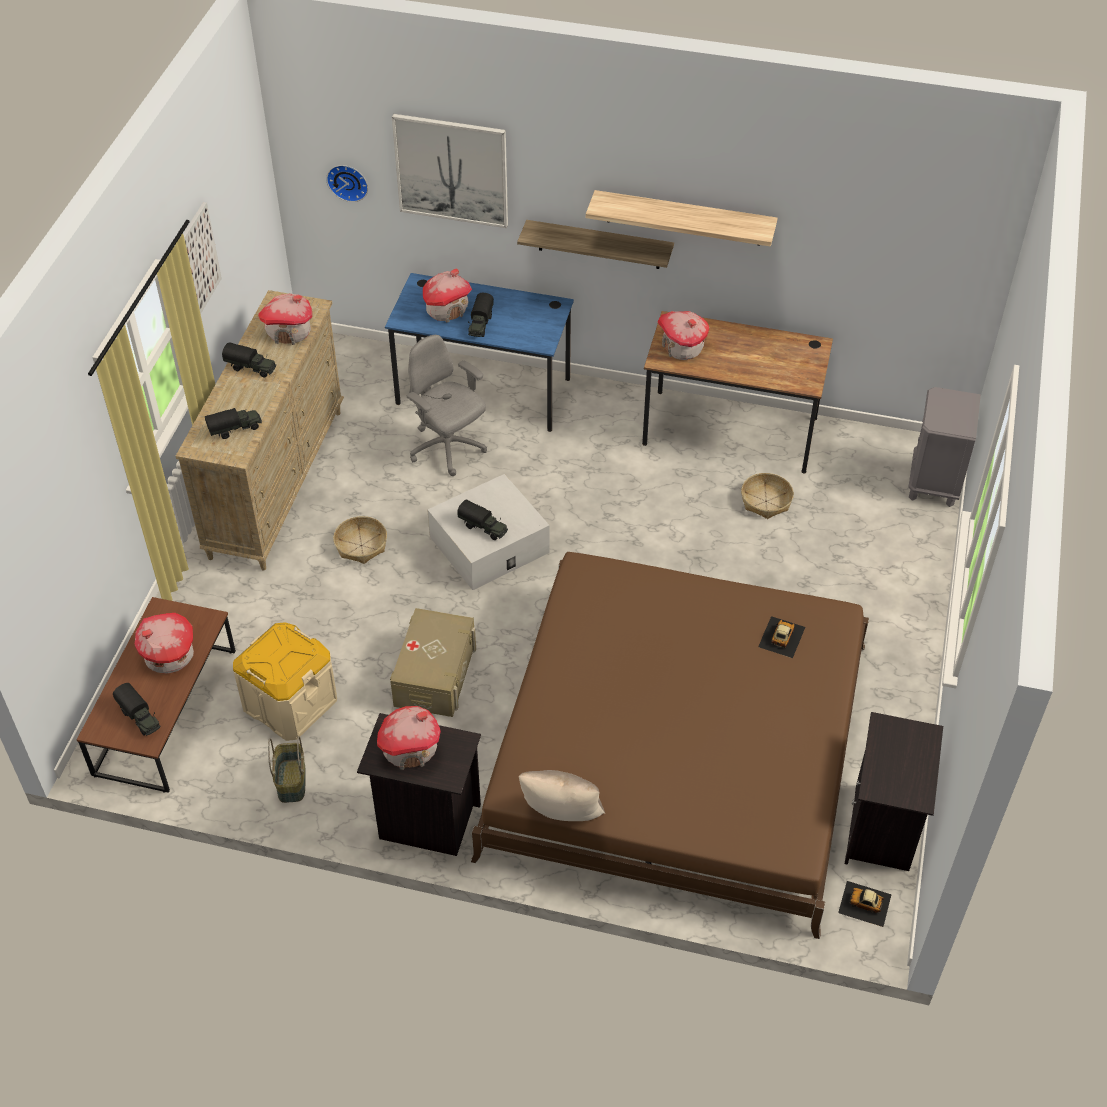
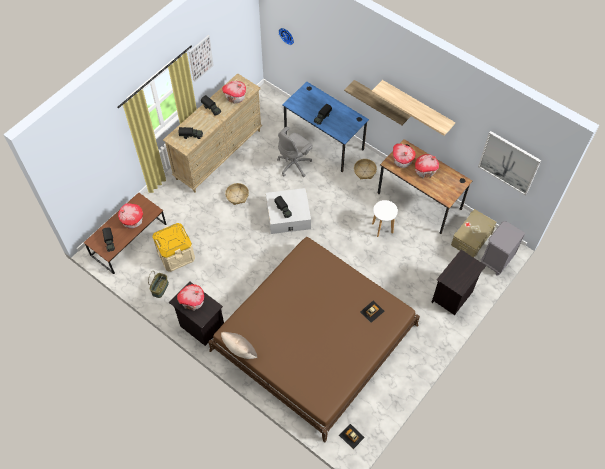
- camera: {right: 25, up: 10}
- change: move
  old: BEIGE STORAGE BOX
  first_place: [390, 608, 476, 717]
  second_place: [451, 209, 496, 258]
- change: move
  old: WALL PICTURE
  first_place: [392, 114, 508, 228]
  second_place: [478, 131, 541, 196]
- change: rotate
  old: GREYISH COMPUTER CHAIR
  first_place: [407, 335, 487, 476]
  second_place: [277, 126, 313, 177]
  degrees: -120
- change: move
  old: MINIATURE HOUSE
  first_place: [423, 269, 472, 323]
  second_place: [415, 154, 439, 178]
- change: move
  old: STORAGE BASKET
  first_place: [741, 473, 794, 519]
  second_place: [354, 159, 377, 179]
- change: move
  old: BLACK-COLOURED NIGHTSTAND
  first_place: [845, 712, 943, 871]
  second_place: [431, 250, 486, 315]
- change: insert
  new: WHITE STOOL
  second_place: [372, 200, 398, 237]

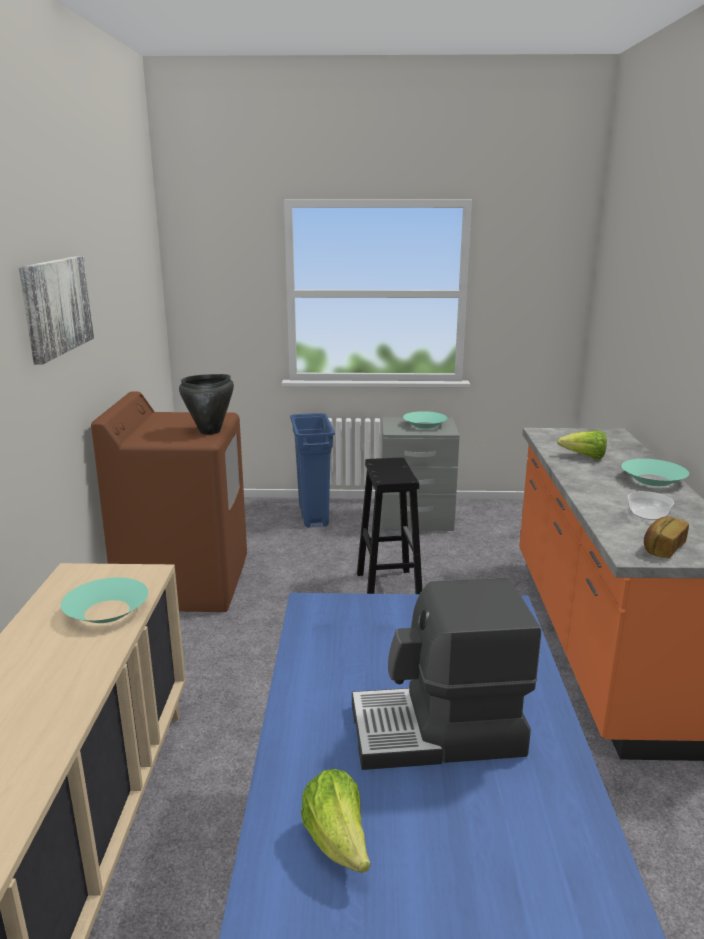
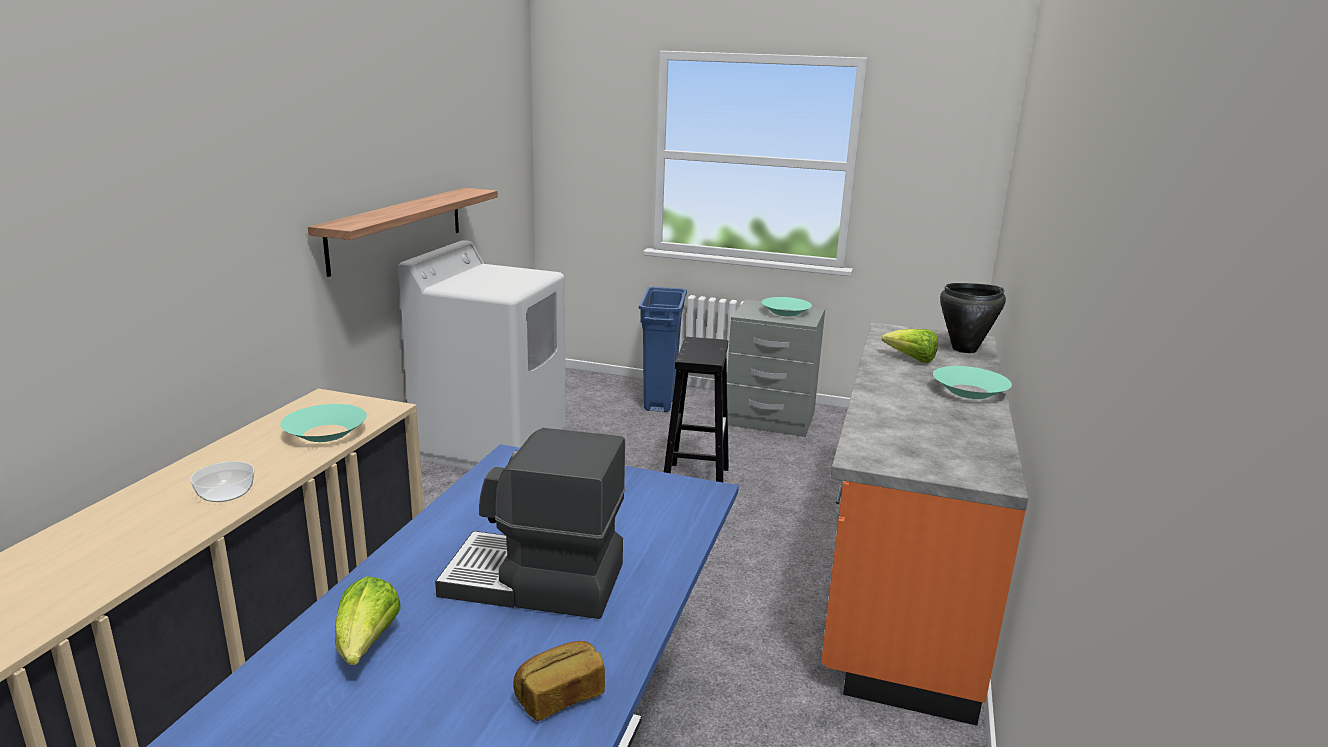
- camera: {right: 15, up: 0}
- change: delete
  old: WALL PICTURE
  first_place: [19, 256, 94, 365]
- change: recolor
  old: BROWN-COLOURED LAUNDRY APPLIANCE
  new: WHITE LAUNDRY APPLIANCE
  first_place: [91, 391, 247, 612]
  second_place: [398, 240, 566, 469]
- change: move
  old: BLACK-COLOURED COOKING POT
  first_place: [179, 374, 234, 435]
  second_place: [940, 283, 1006, 353]
- change: move
  old: BOWL
  first_place: [628, 491, 674, 520]
  second_place: [190, 461, 254, 502]
- change: move
  old: BAKED BREAD
  first_place: [644, 516, 689, 558]
  second_place: [513, 641, 605, 721]
- change: insert
  new: BRACKET SHELF
  second_place: [308, 188, 498, 277]

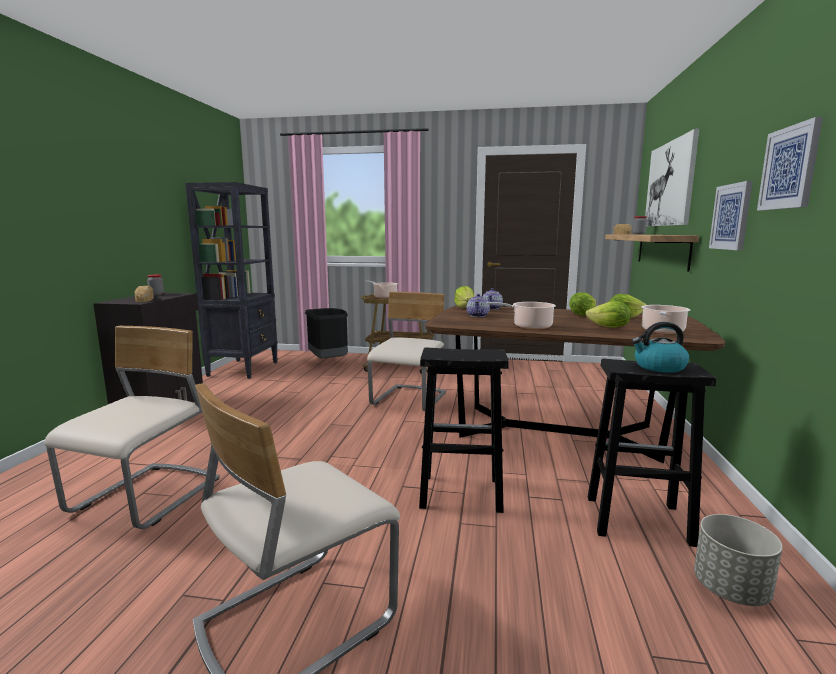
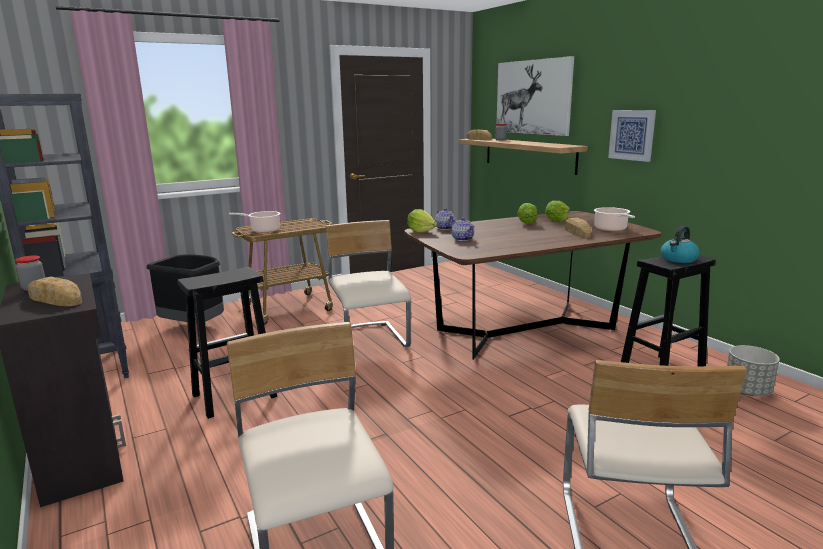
- camera: {right: -40, up: 5}
- change: move
  old: BLACK-COLOURED STOOL
  first_place: [419, 347, 509, 513]
  second_place: [177, 267, 277, 419]
- change: delete
  old: COOKING POT
  first_place: [487, 302, 556, 329]
- change: replace
  old: LETTUCE
  new: BAKED BREAD
  first_place: [585, 301, 631, 328]
  second_place: [565, 218, 591, 238]
- change: delete
  old: WALL PICTURE
  first_place: [757, 117, 823, 211]

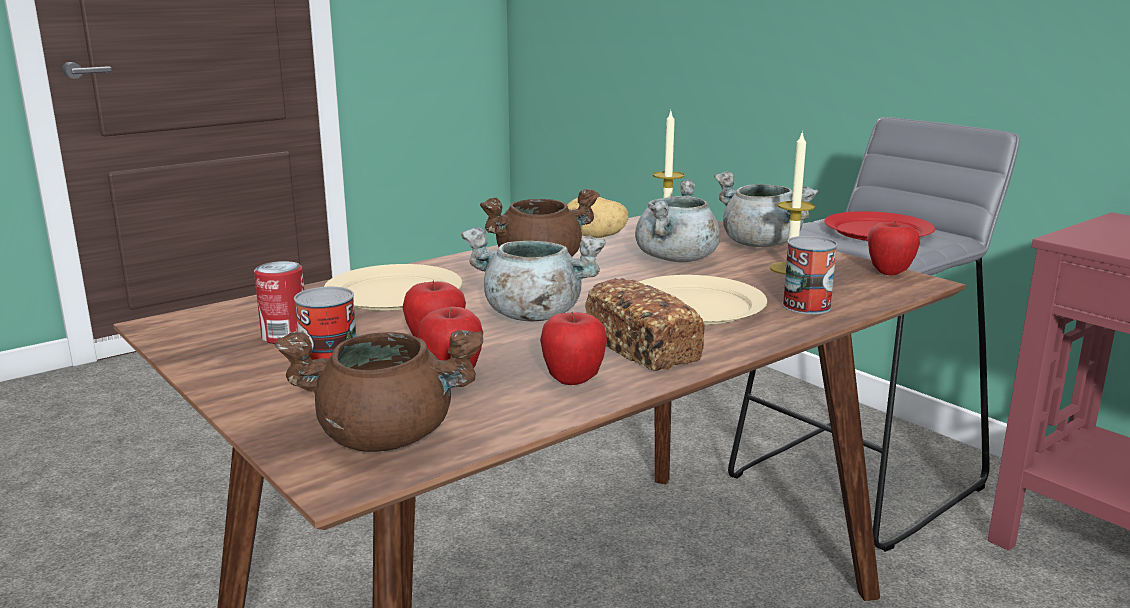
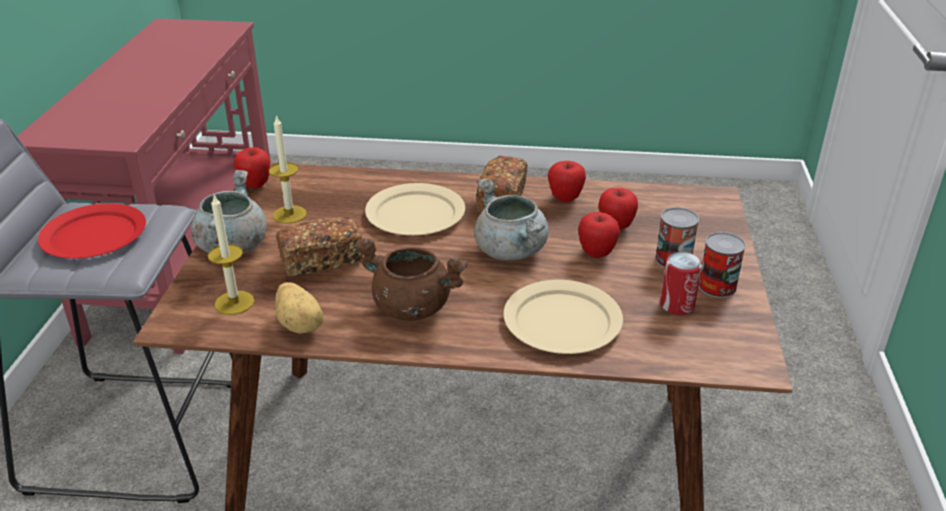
- camera: {right: -135, up: 15}
- change: delete
  old: BROWN-COLOURED COOKING POT
  first_place: [275, 330, 483, 452]
- change: replace
  old: GREYISH COOKING POT
  new: BAKED BREAD
  first_place: [635, 179, 720, 262]
  second_place: [276, 217, 364, 277]
- change: move
  old: SEALED CAN
  first_place: [782, 236, 838, 314]
  second_place: [698, 232, 746, 298]

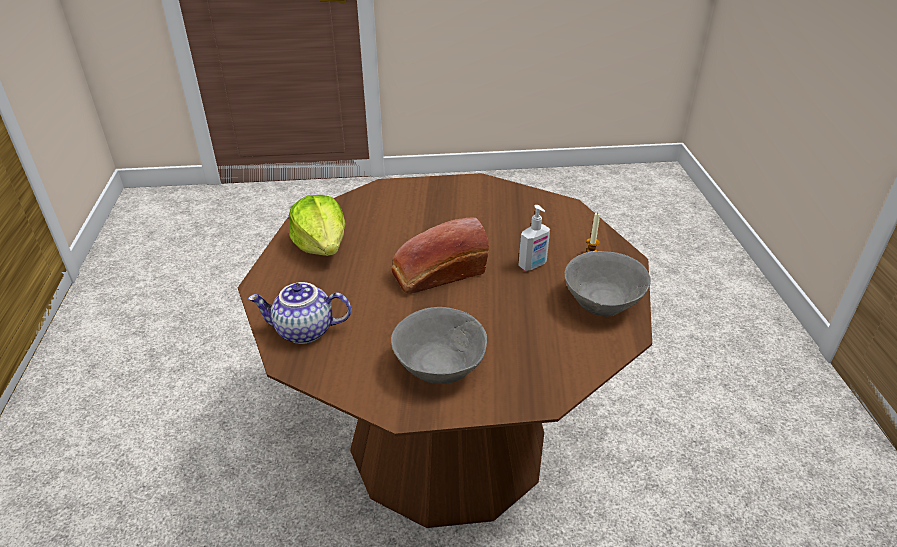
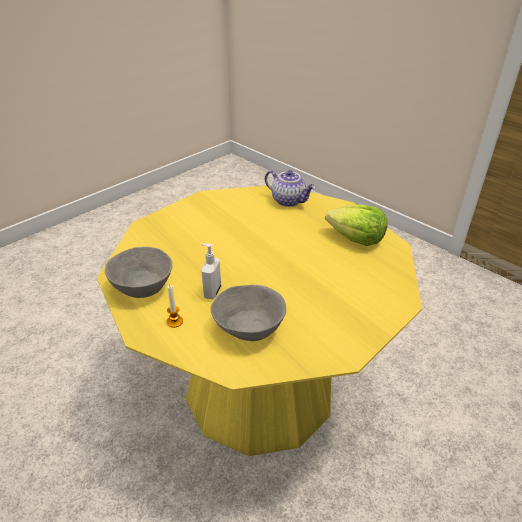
- camera: {right: 140, up: 0}
- change: recolor
  old: BROWN-COLOURED DINNER TABLE
  new: YELLOW DINNER TABLE
  first_place: [238, 173, 652, 528]
  second_place: [97, 185, 422, 456]
- change: rotate
  old: TEA POT
  first_place: [248, 282, 351, 344]
  second_place: [265, 170, 315, 207]
  degrees: 75
- change: delete
  old: BAKED BREAD
  first_place: [391, 218, 489, 294]
- change: move
  old: GREYISH BOWL
  first_place: [391, 307, 487, 384]
  second_place: [211, 285, 286, 341]

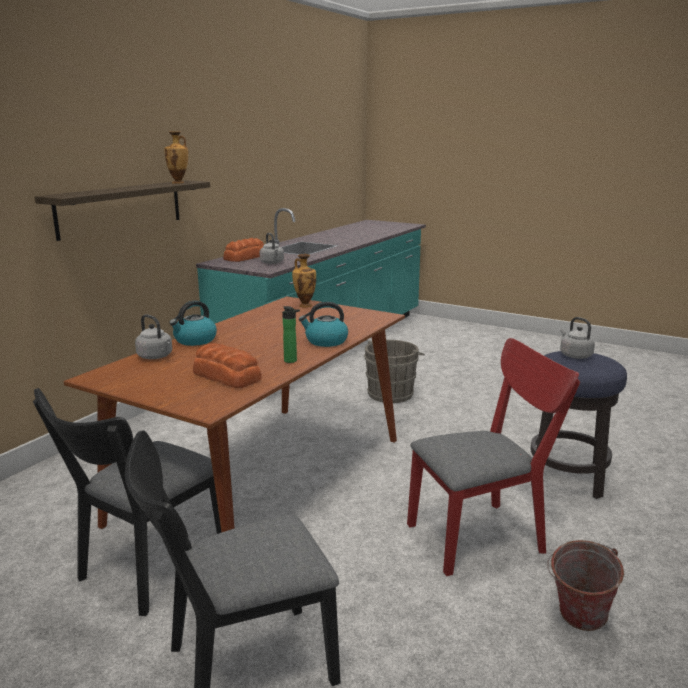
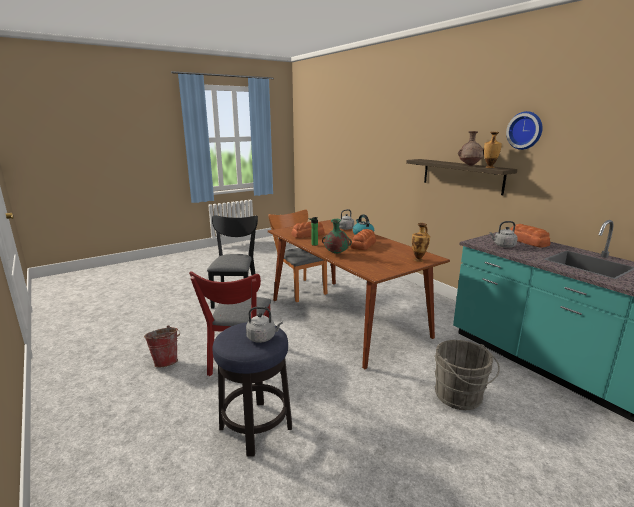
- camera: {right: 115, up: 0}
- change: recolor
  old: BLACK-COLOURED CHAIR
  new: ORANGE CHAIR
  first_place: [33, 388, 222, 616]
  second_place: [268, 210, 327, 302]
- change: replace
  old: KETTLE
  new: GREEN-COLOURED FLOWER VASE
  first_place: [299, 302, 348, 347]
  second_place: [322, 219, 352, 254]
- change: insert
  new: BAKED BREAD
  second_place: [350, 229, 376, 250]
- change: insert
  new: BROWN-COLOURED FLOWER VASE
  second_place: [458, 131, 484, 166]
- change: insert
  new: HANGING CLOCK
  second_place: [506, 111, 543, 150]

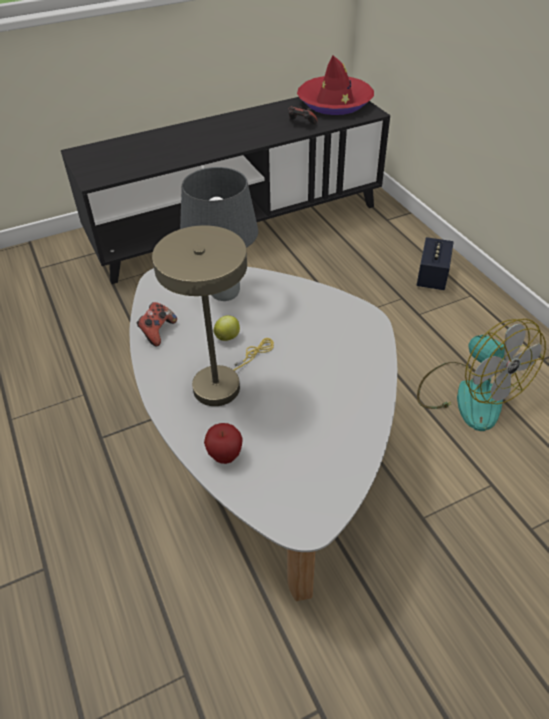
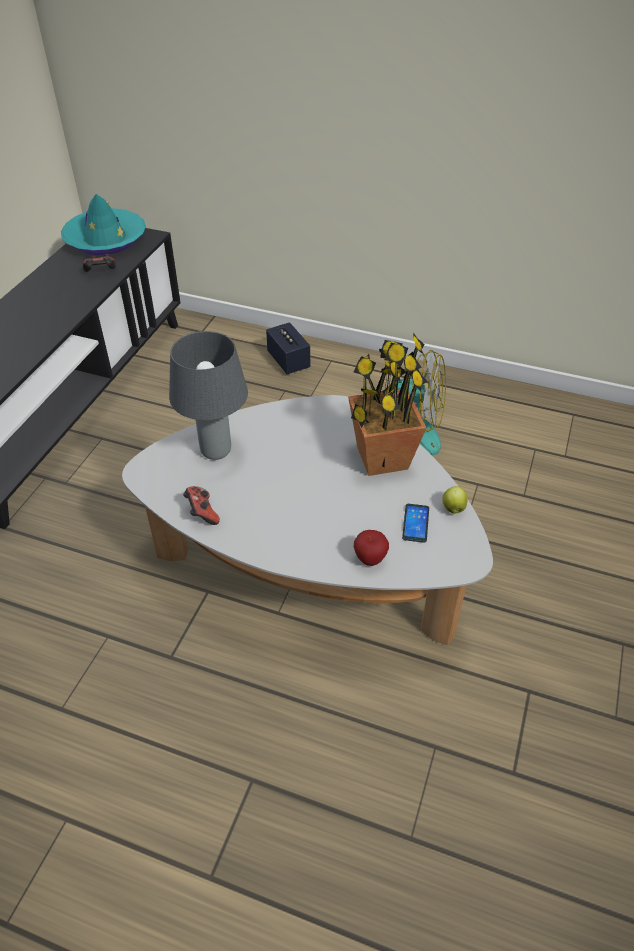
- camera: {right: -45, up: 0}
- change: delete
  old: BEIGE TABLE LAMP
  first_place: [152, 225, 274, 406]
- change: move
  old: APPLE
  first_place: [214, 315, 240, 341]
  second_place: [442, 486, 467, 514]
- change: recolor
  old: REDDISH HAT
  new: TURQUOISE-COLOURED HAT
  first_place: [297, 55, 374, 115]
  second_place: [61, 194, 146, 255]
- change: insert
  new: PLANT IN A POT
  second_place: [348, 332, 427, 476]
- change: insert
  new: HANDSET
  second_place: [402, 504, 429, 543]

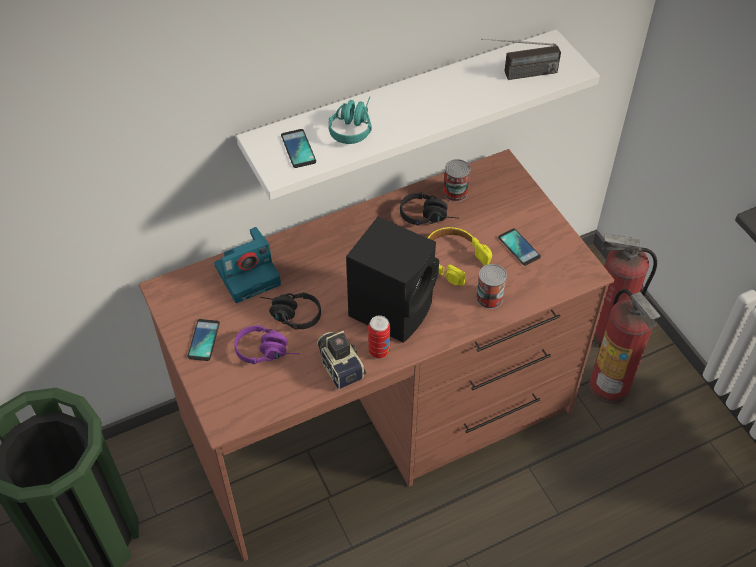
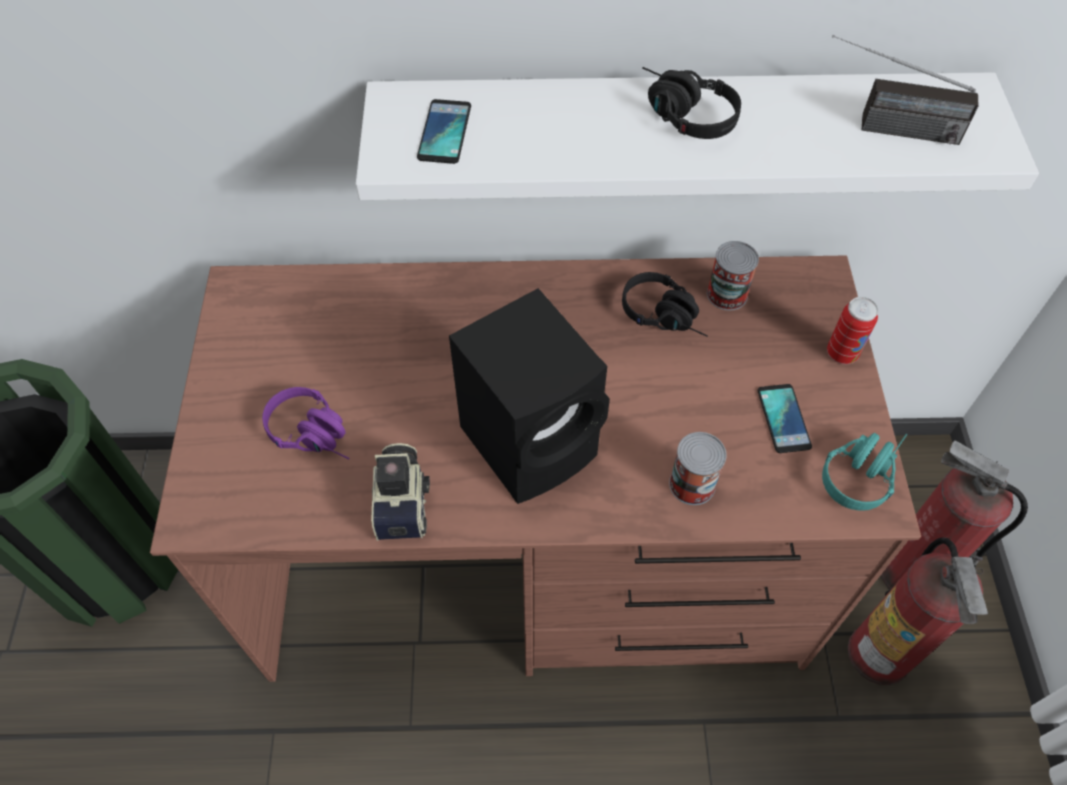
- camera: {right: 25, up: 5}
- change: delete
  old: HANDSET
  first_place: [187, 319, 220, 361]
- change: delete
  old: PHOTO CAMERA
  first_place: [214, 227, 281, 303]
- change: move
  old: BLACK-COLOURED PAIR OF HEADPHONES
  first_place: [260, 292, 321, 330]
  second_place: [642, 67, 741, 139]
- change: move
  old: TURQUOISE-COLOURED PAIR OF HEADPHONES
  first_place: [329, 97, 372, 144]
  second_place: [822, 433, 907, 511]
- change: move
  old: SEALED CAN
  first_place: [368, 315, 390, 359]
  second_place: [827, 297, 878, 364]
- change: delete
  old: YELLOW PAIR OF HEADPHONES
  first_place: [428, 227, 492, 286]

